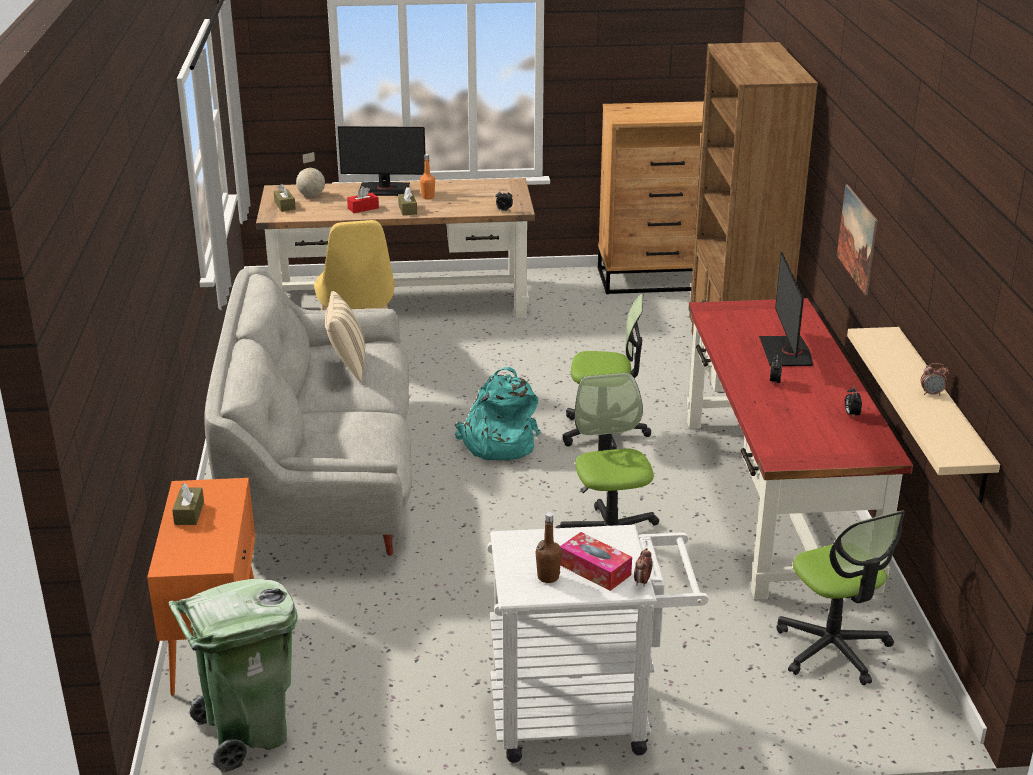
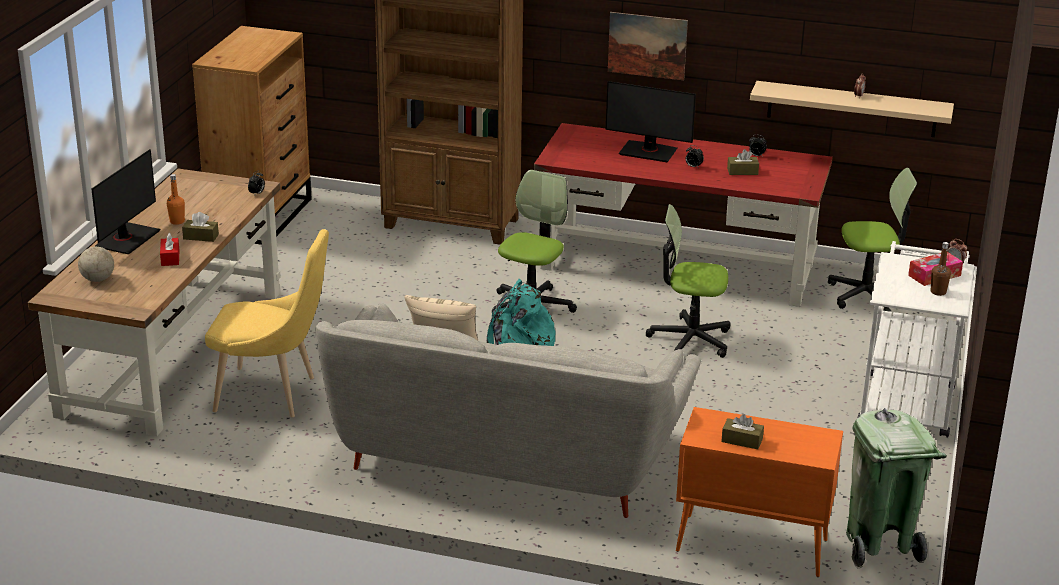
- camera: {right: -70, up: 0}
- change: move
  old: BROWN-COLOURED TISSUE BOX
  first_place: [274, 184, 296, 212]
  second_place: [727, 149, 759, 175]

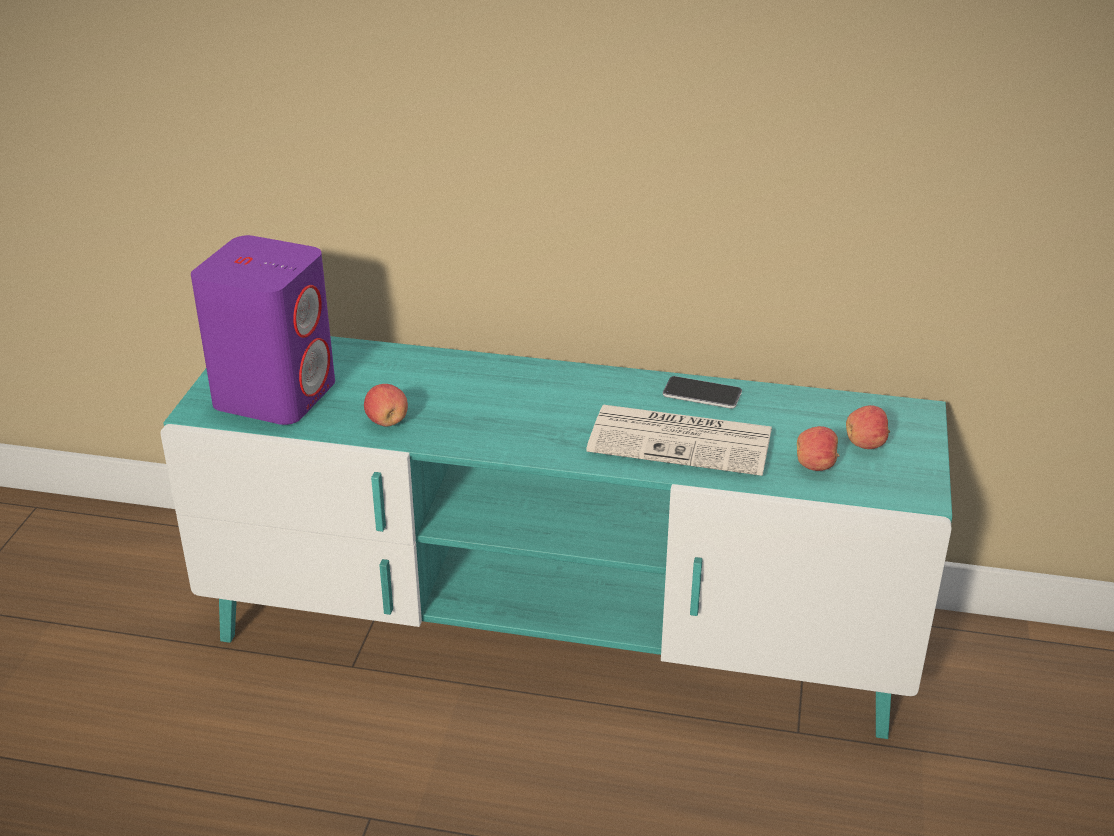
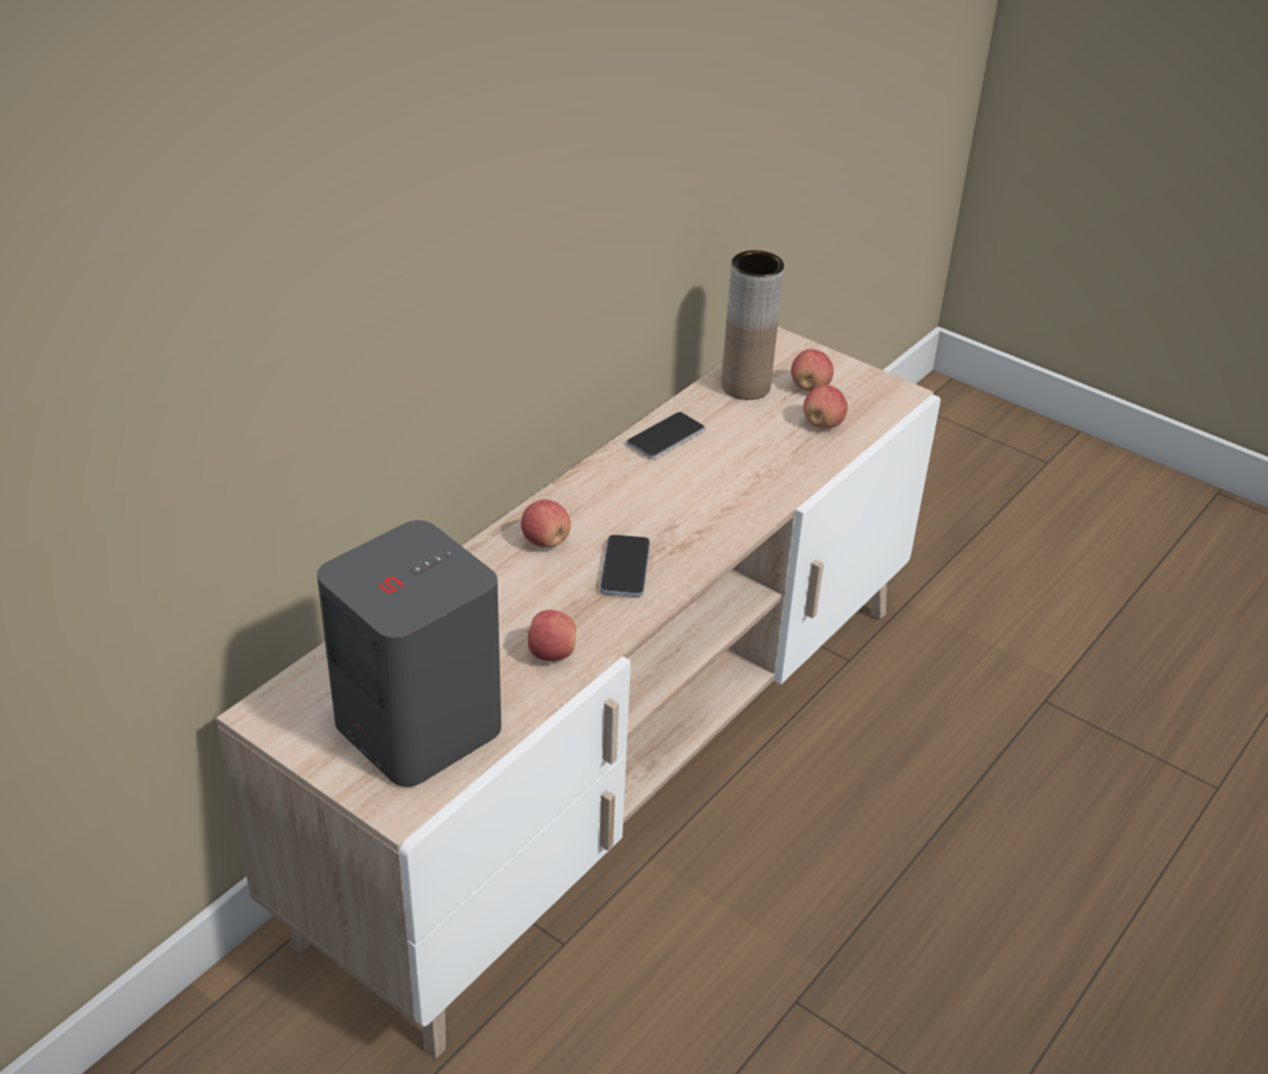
- camera: {right: -65, up: 5}
- change: recolor
  old: TURQUOISE-COLOURED MEDIA CONSOLE
  new: BEIGE MEDIA CONSOLE
  first_place: [161, 336, 952, 739]
  second_place: [216, 327, 941, 1059]
- change: recolor
  old: PURPLE-COLOURED SPEAKER
  new: GREYISH SPEAKER
  first_place: [191, 235, 335, 425]
  second_place: [317, 520, 501, 787]
- change: delete
  old: PRINTED PAPER
  first_place: [586, 405, 772, 476]
- change: insert
  new: APPLE
  second_place: [521, 500, 571, 548]
- change: insert
  new: HANDSET
  second_place: [600, 535, 650, 597]
- change: insert
  new: BROWN-COLOURED FLOWER VASE
  second_place: [721, 250, 784, 400]

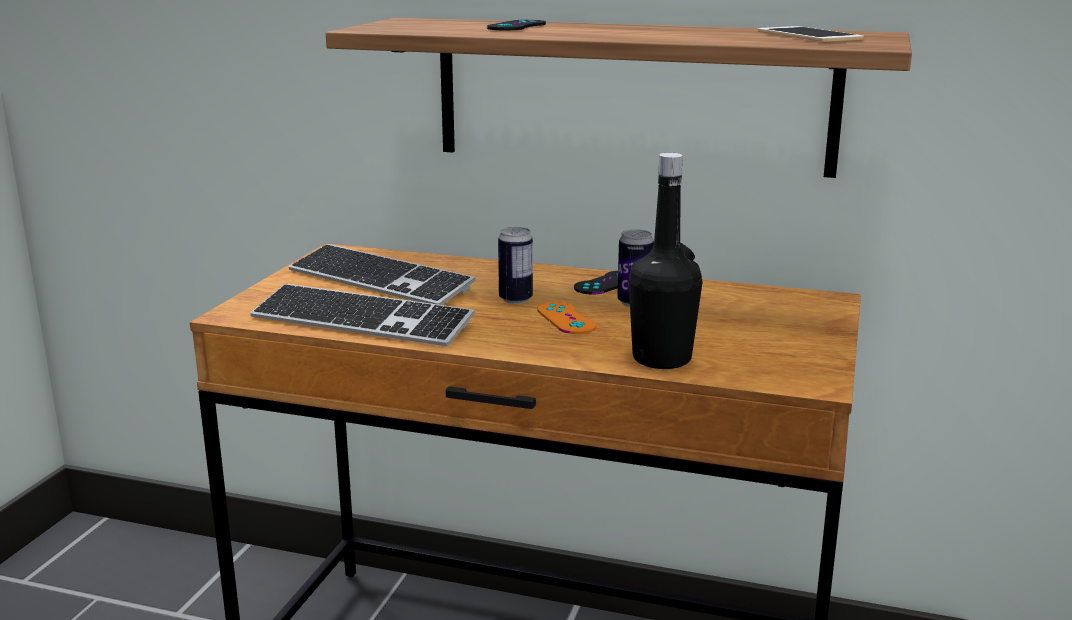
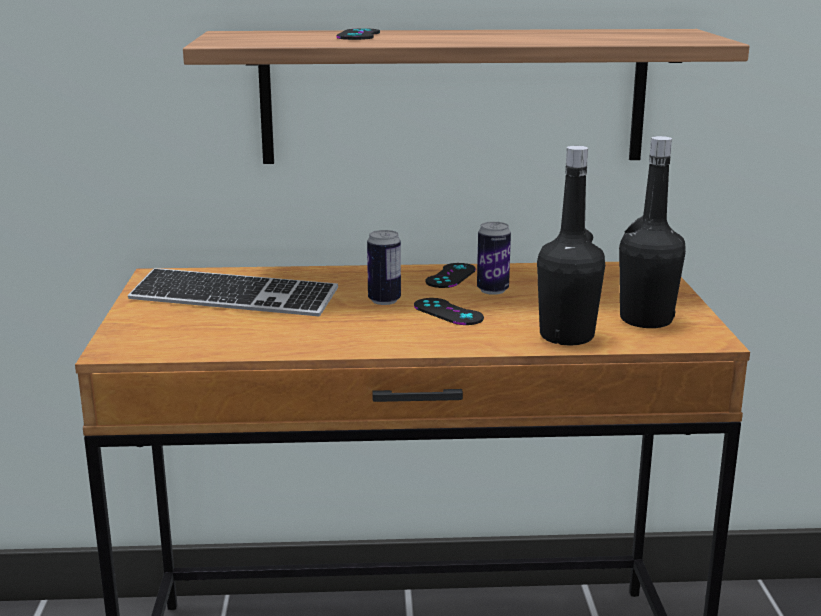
- camera: {right: -20, up: 0}
- change: delete
  old: KEYBOARD
  first_place: [250, 284, 475, 346]
- change: recolor
  old: ORANGE GAMEPAD
  new: BLACK-COLOURED GAMEPAD
  first_place: [537, 302, 596, 334]
  second_place: [414, 298, 484, 325]
- change: delete
  old: HANDSET
  first_place: [758, 26, 864, 42]
- change: insert
  new: BLACK-COLOURED DRINK BOTTLE
  second_place: [619, 136, 686, 328]

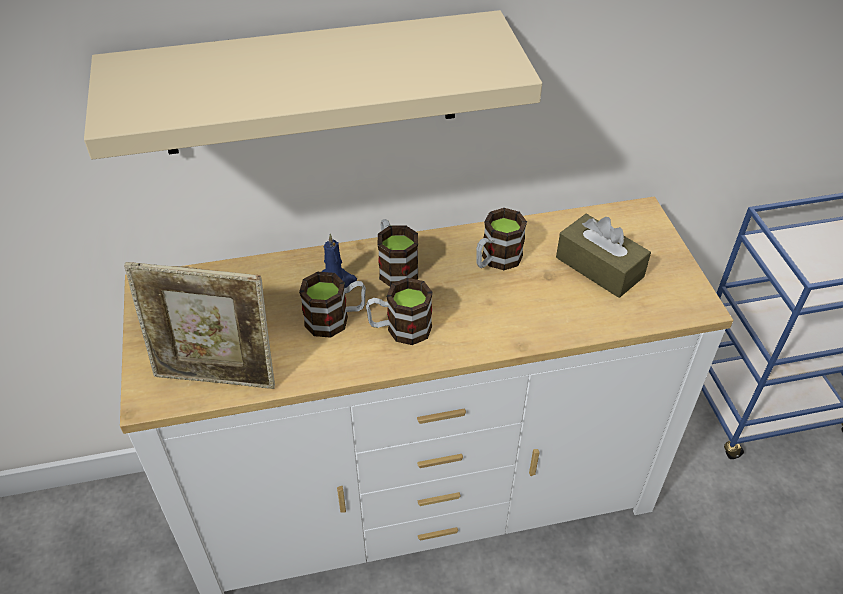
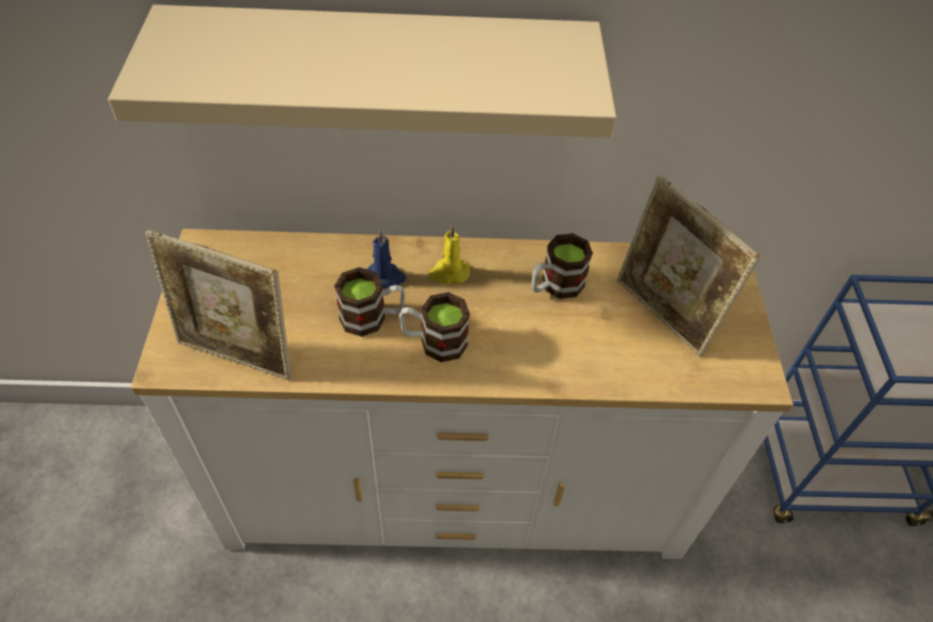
- camera: {right: 10, up: 5}
- change: replace
  old: TEA MUG
  new: YELLOW CANDLE
  first_place: [377, 219, 418, 287]
  second_place: [428, 225, 470, 284]
- change: replace
  old: BROWN-COLOURED TISSUE BOX
  new: PHOTO FRAME
  first_place: [556, 214, 651, 298]
  second_place: [617, 175, 761, 357]

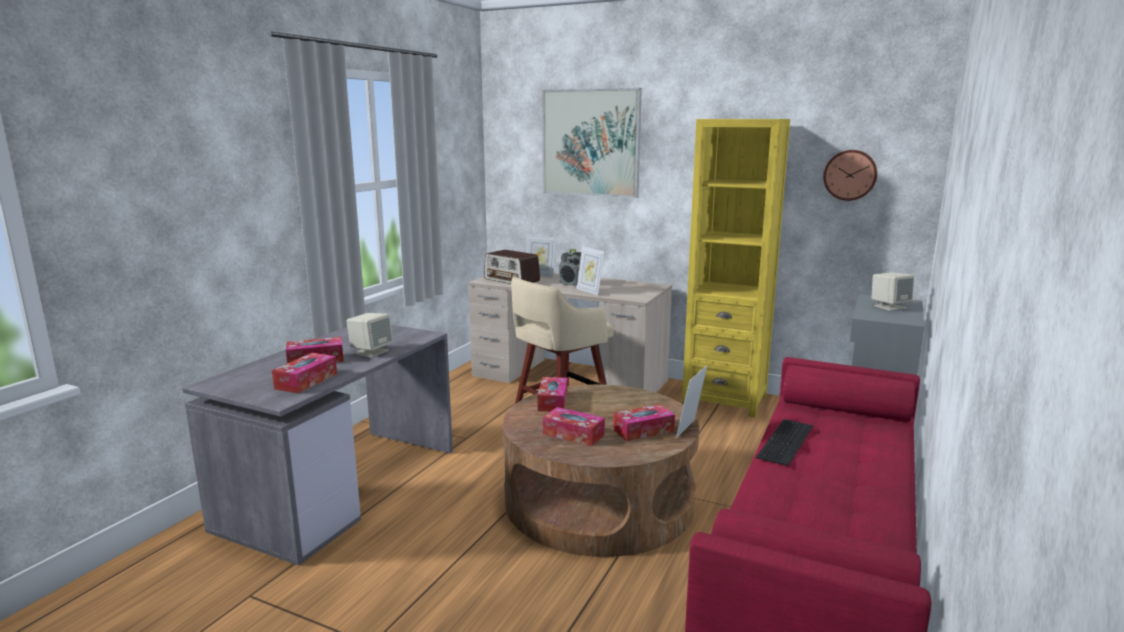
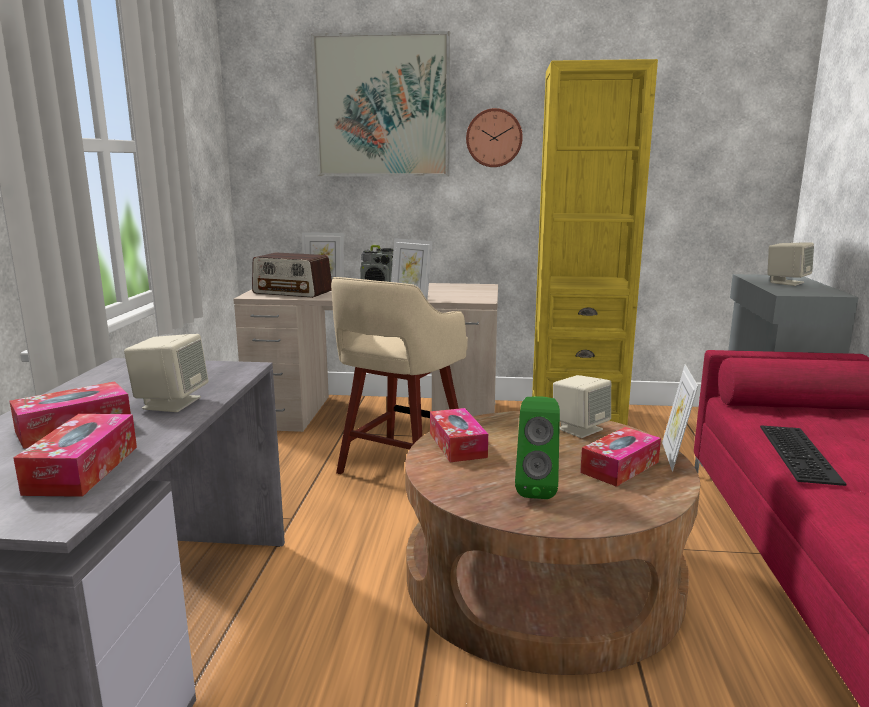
- camera: {right: -20, up: 0}
- change: replace
  old: TISSUE BOX
  new: GREEN-COLOURED SPEAKER
  first_place: [543, 407, 605, 446]
  second_place: [515, 396, 560, 499]
- change: move
  old: HANGING CLOCK
  first_place: [823, 150, 877, 201]
  second_place: [466, 108, 523, 167]
- change: insert
  new: BEIGE SPEAKER
  second_place: [553, 375, 611, 438]

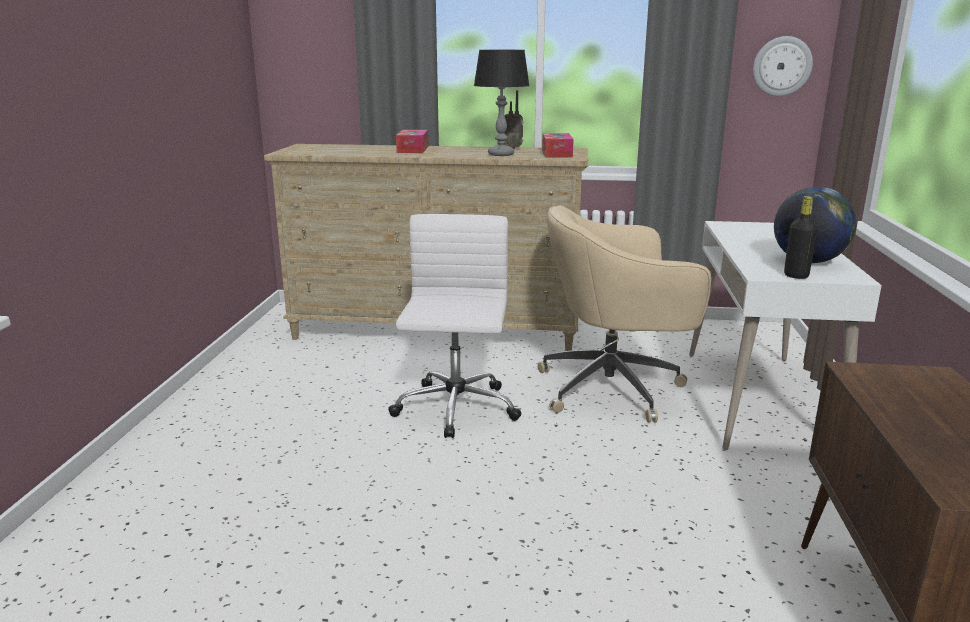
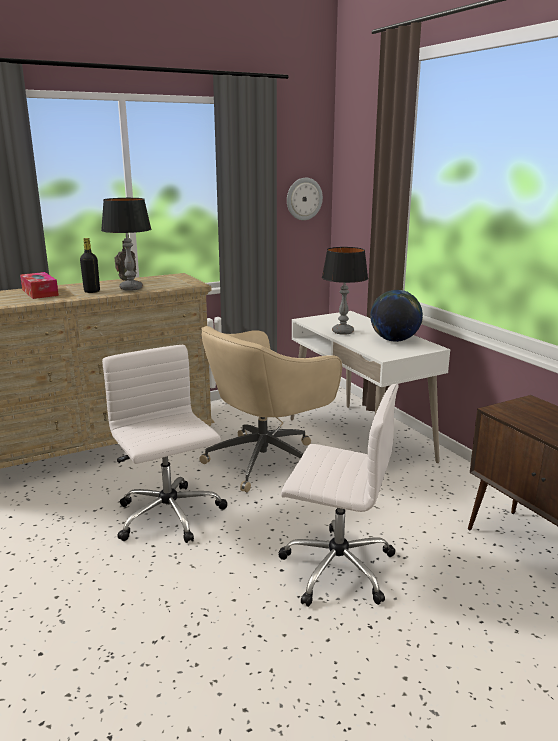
- camera: {right: -35, up: 0}
- change: delete
  old: TISSUE BOX
  first_place: [542, 133, 574, 157]
- change: move
  old: BLACK-COLOURED DRINK BOTTLE
  first_place: [784, 196, 817, 279]
  second_place: [80, 238, 100, 293]
- change: insert
  new: WHITE COMPUTER CHAIR
  second_place: [278, 383, 399, 607]
- change: insert
  new: TABLE LAMP
  second_place: [322, 247, 368, 335]

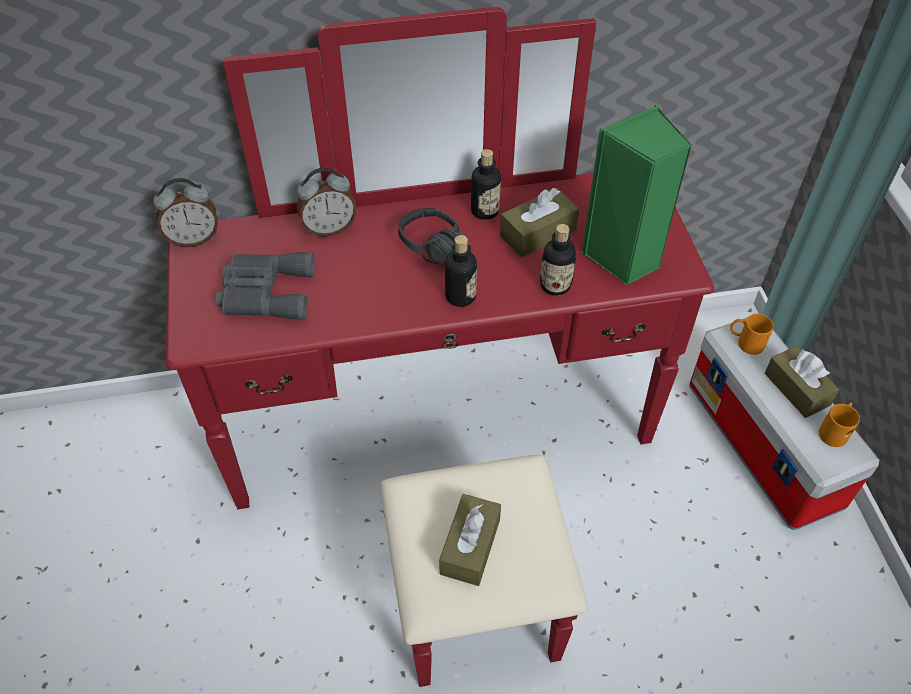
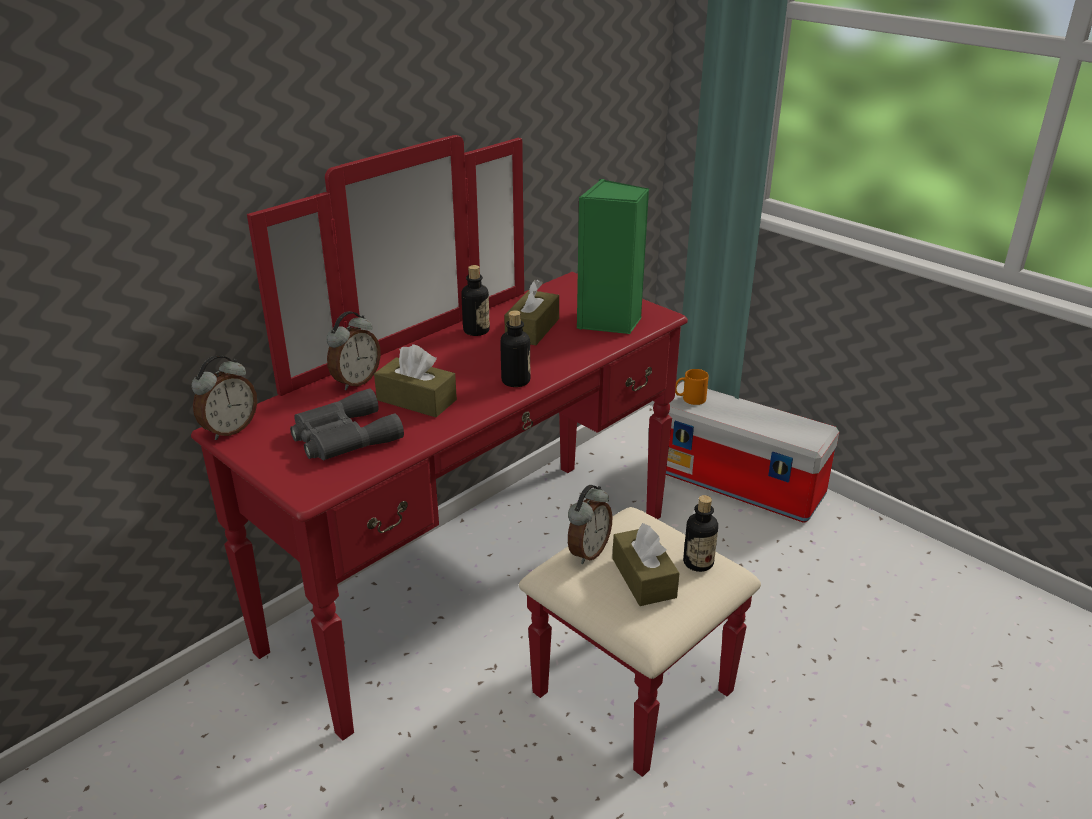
- camera: {right: -35, up: -20}
- change: delete
  old: BLACK-COLOURED PAIR OF HEADPHONES
  first_place: [398, 208, 469, 264]
- change: move
  old: DRINK BOTTLE
  first_place: [540, 224, 576, 296]
  second_place: [683, 495, 718, 572]
- change: move
  old: BROWN-COLOURED TISSUE BOX
  first_place: [765, 346, 840, 418]
  second_place: [374, 345, 457, 417]
- change: delete
  old: ORANGE TEA MUG
  first_place: [819, 402, 860, 447]
- change: insert
  new: BEDSIDE CLOCK
  second_place: [568, 485, 612, 564]

